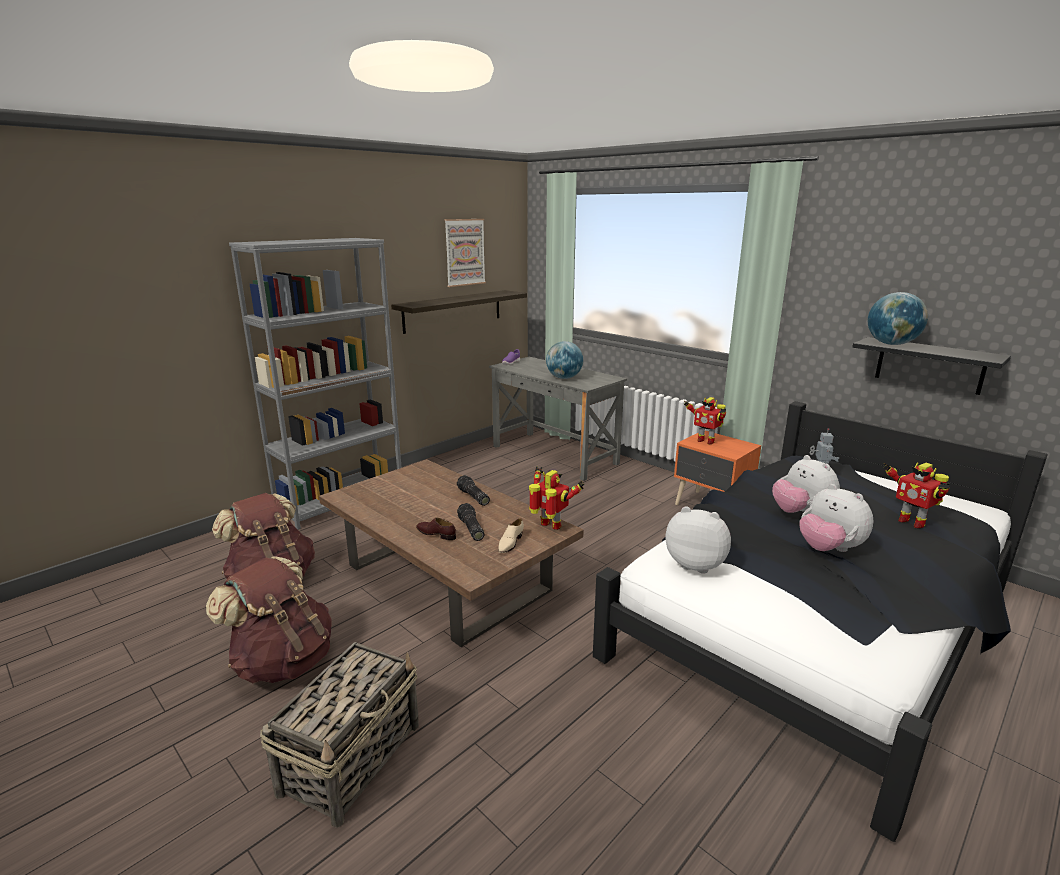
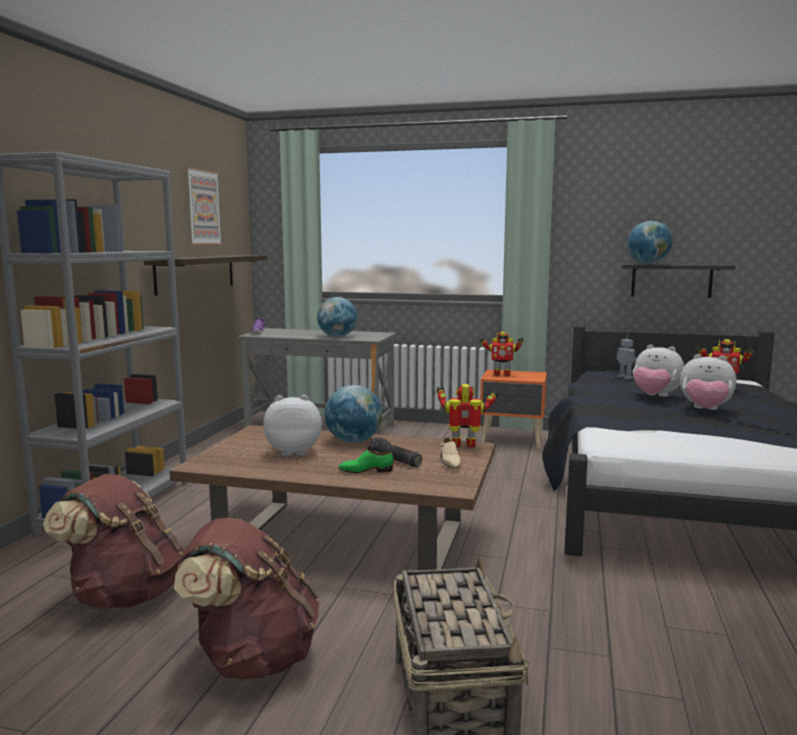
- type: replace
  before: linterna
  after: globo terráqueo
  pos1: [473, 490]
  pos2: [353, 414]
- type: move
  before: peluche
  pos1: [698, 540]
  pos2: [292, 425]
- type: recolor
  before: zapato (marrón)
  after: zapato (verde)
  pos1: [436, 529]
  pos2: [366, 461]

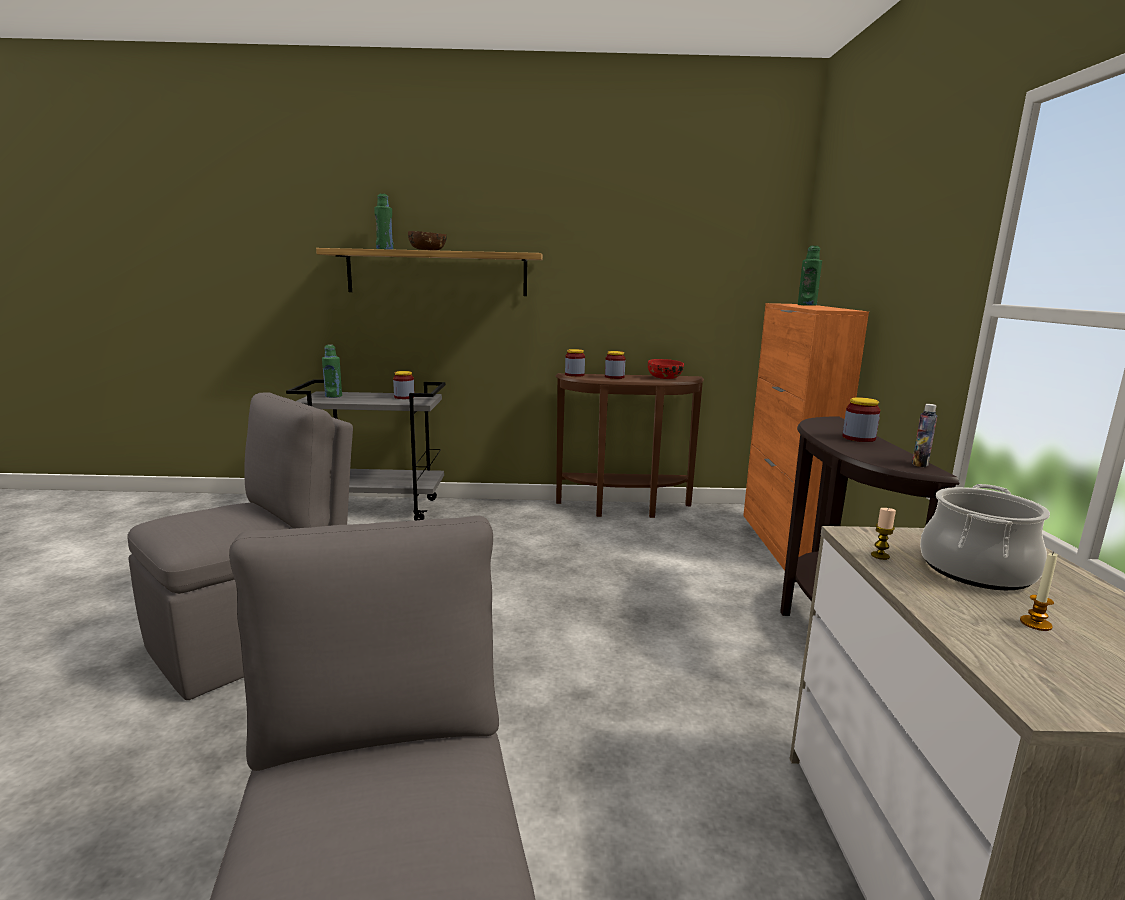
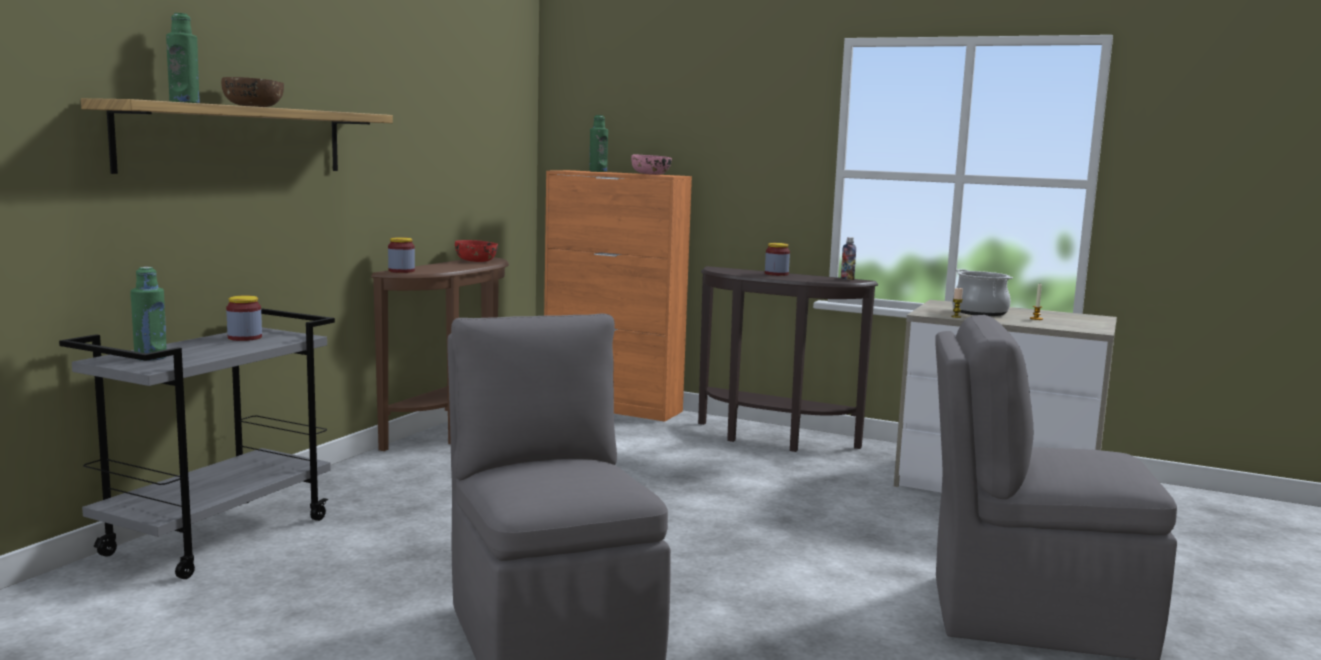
- type: delete
  before: tarro
  pos1: [615, 365]
- type: insert
  after: cuenco (rosa)
  pos2: [651, 165]

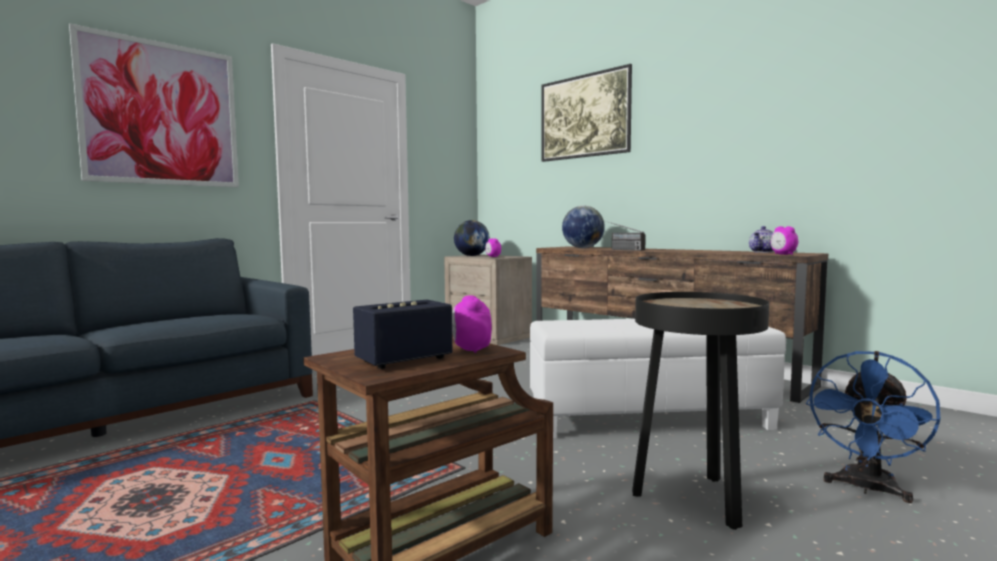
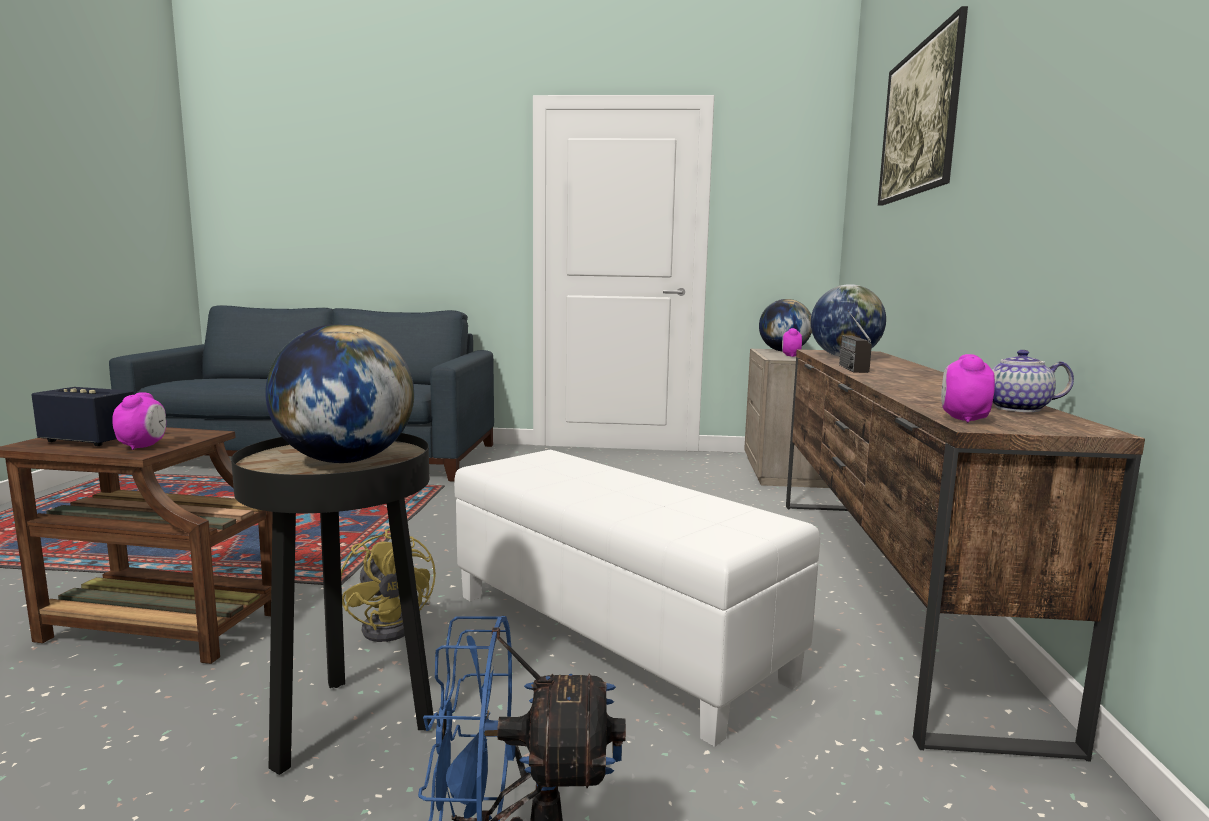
- type: delete
  before: cuadro
  pos1: [154, 105]
- type: rotate
  before: despertador
  pos1: [472, 324]
  pos2: [139, 421]
  turn: 135
- type: insert
  after: globo terráqueo
  pos2: [339, 393]
- type: insert
  after: ventilador (amarillo)
  pos2: [388, 585]

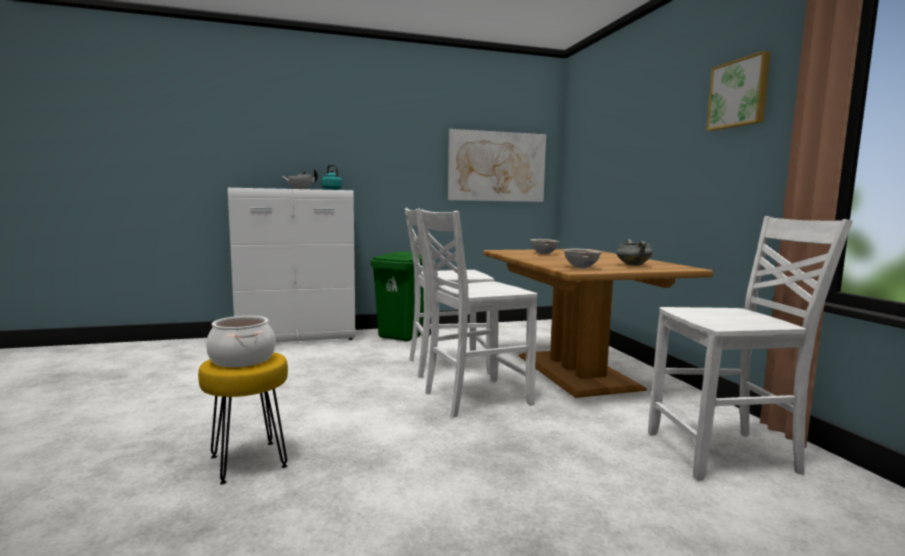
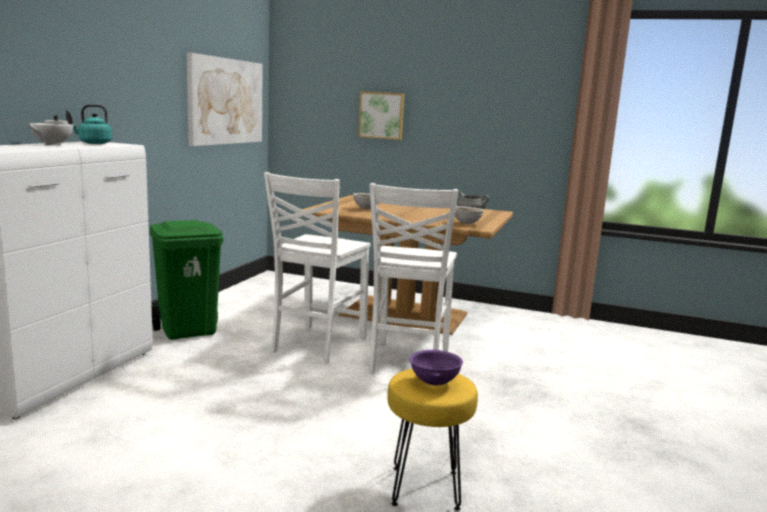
- type: move
  before: cuadro
  pos1: [738, 91]
  pos2: [381, 115]
- type: delete
  before: silla (blanco)
  pos1: [750, 348]
- type: replace
  before: olla
  after: cuenco (morado)
  pos1: [240, 341]
  pos2: [436, 367]

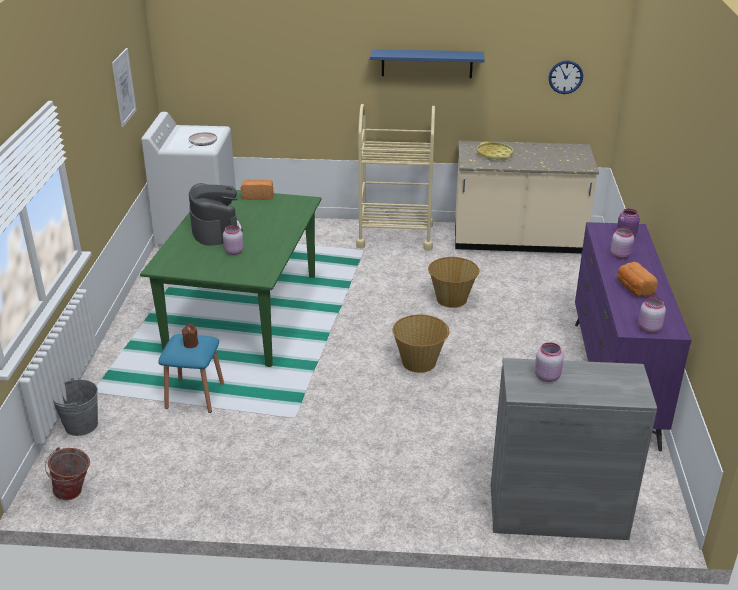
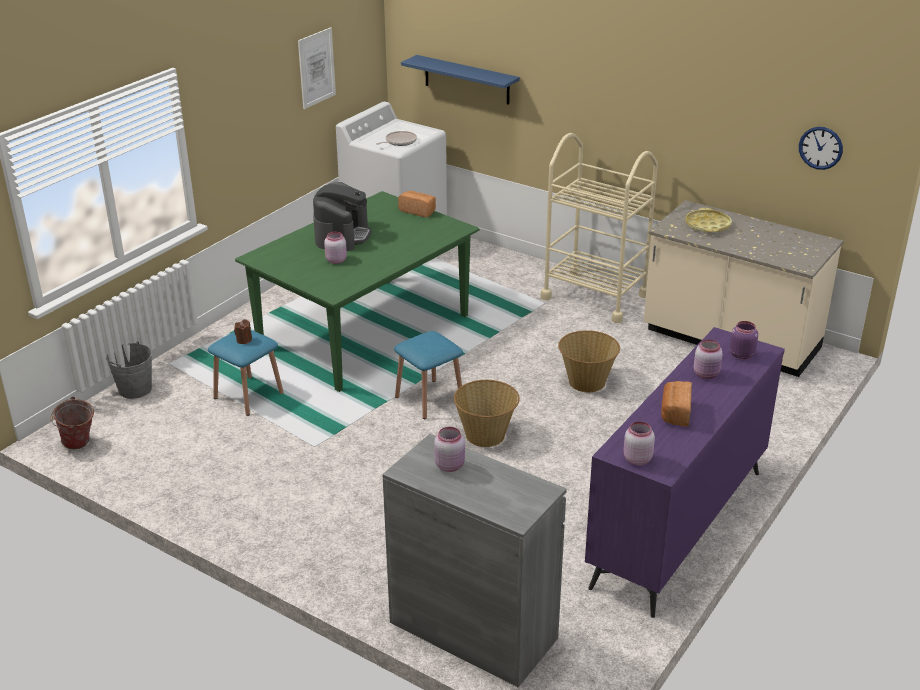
- type: move
  before: estante (azul)
  pos1: [427, 63]
  pos2: [460, 80]
- type: insert
  after: taburete (azul)
  pos2: [428, 375]

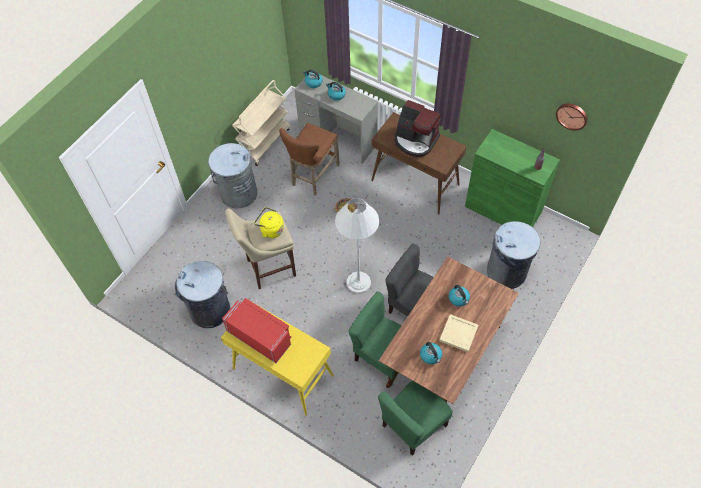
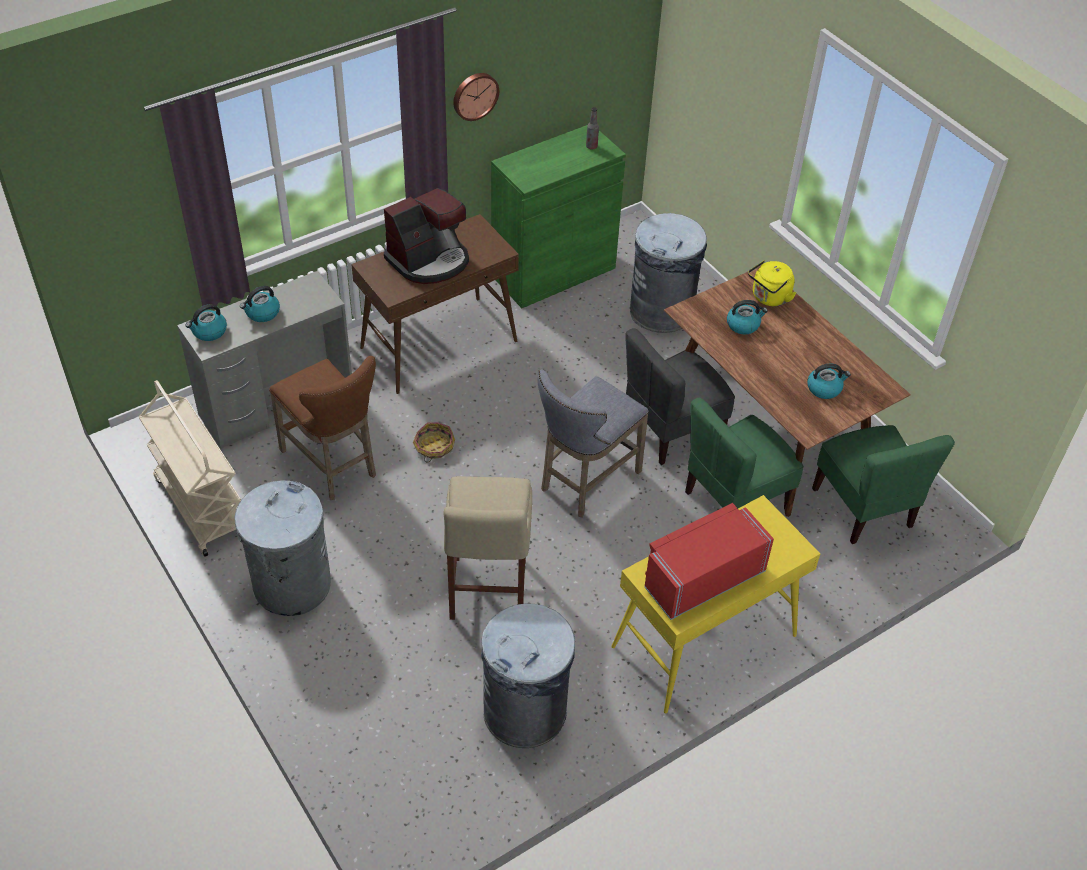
- type: move
  before: reloj de pared
  pos1: [572, 117]
  pos2: [476, 97]
- type: replace
  before: lámpara de pie (blanco)
  after: taburete (gris)
  pos1: [357, 246]
  pos2: [593, 444]
- type: move
  before: hervidor (amarillo)
  pos1: [269, 222]
  pos2: [772, 283]
- type: delete
  before: bandeja (beis)
  pos1: [458, 333]

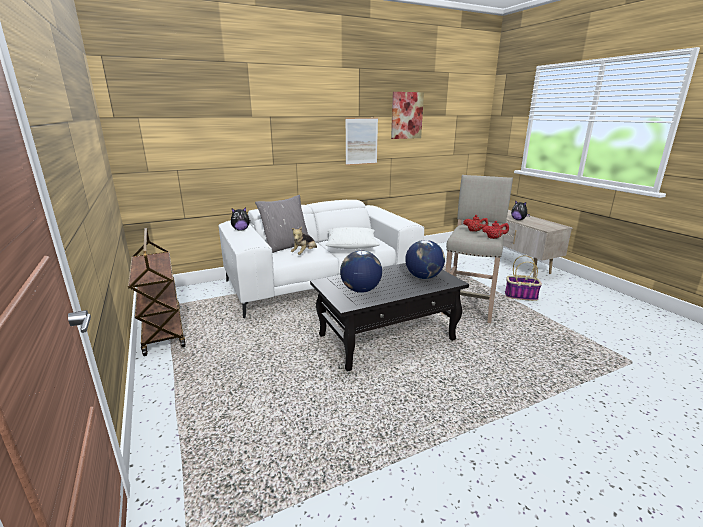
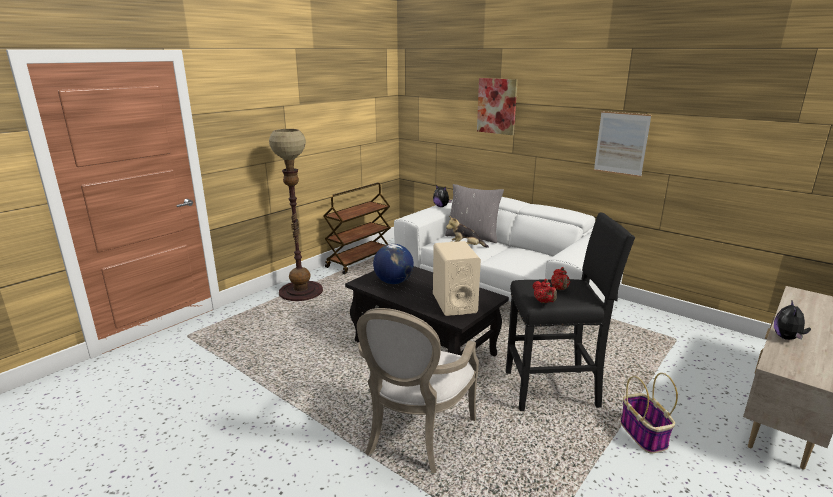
- type: move
  before: cuadro
  pos1: [407, 115]
  pos2: [497, 106]
- type: recolor
  before: taburete (beis)
  after: taburete (negro)
  pos1: [477, 249]
  pos2: [570, 312]
- type: delete
  before: cojín (blanco)
  pos1: [352, 238]
- type: replace
  before: globo terráqueo
  after: altavoz (beis)
  pos1: [425, 259]
  pos2: [457, 278]
- type: insert
  after: lámpara de pie
  pos2: [296, 215]
- type: insert
  after: sillón
  pos2: [418, 390]

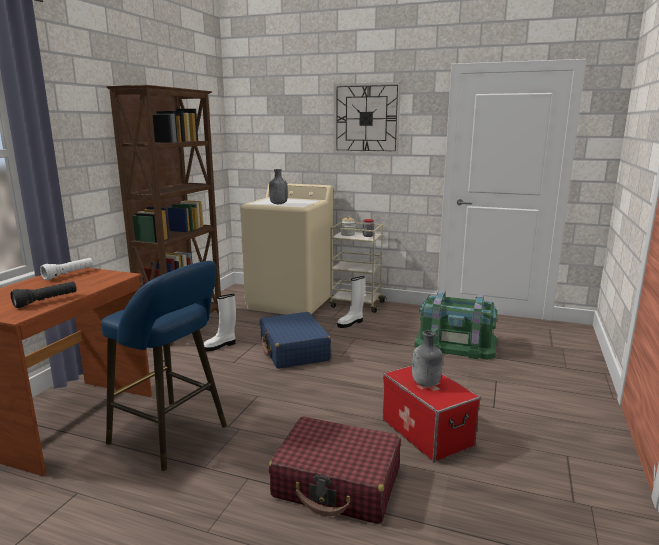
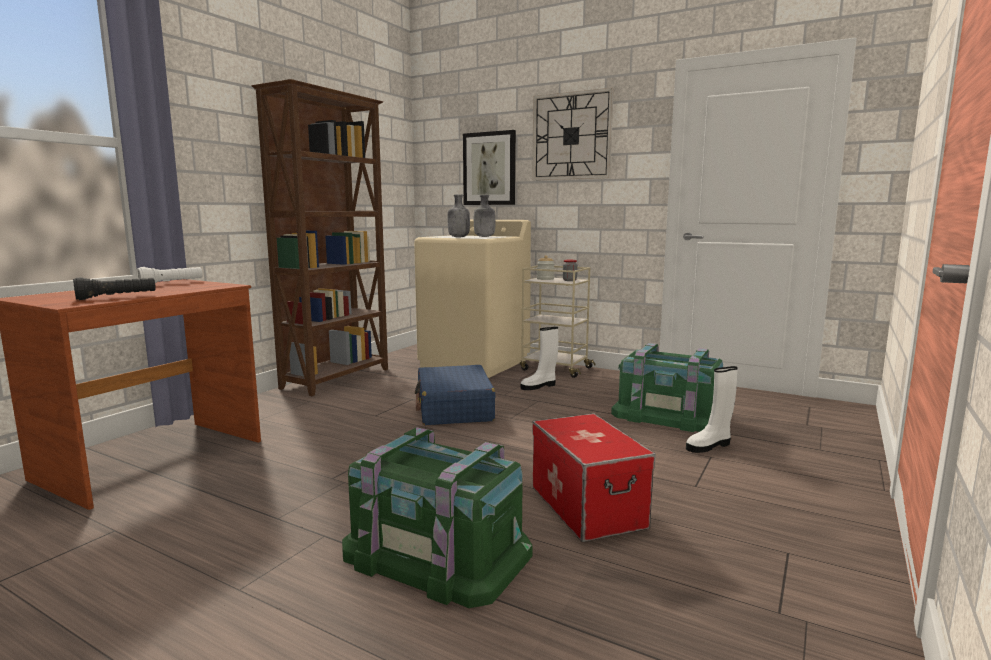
- type: delete
  before: taburete (azul)
  pos1: [164, 366]
- type: move
  before: bota (blanco)
  pos1: [220, 322]
  pos2: [712, 409]
- type: move
  before: botella (gris)
  pos1: [427, 358]
  pos2: [485, 216]
- type: replace
  before: maleta (rojo)
  after: caja de almacenaje (verde)
  pos1: [334, 470]
  pos2: [437, 517]
- type: insert
  after: cuadro
  pos2: [489, 167]

